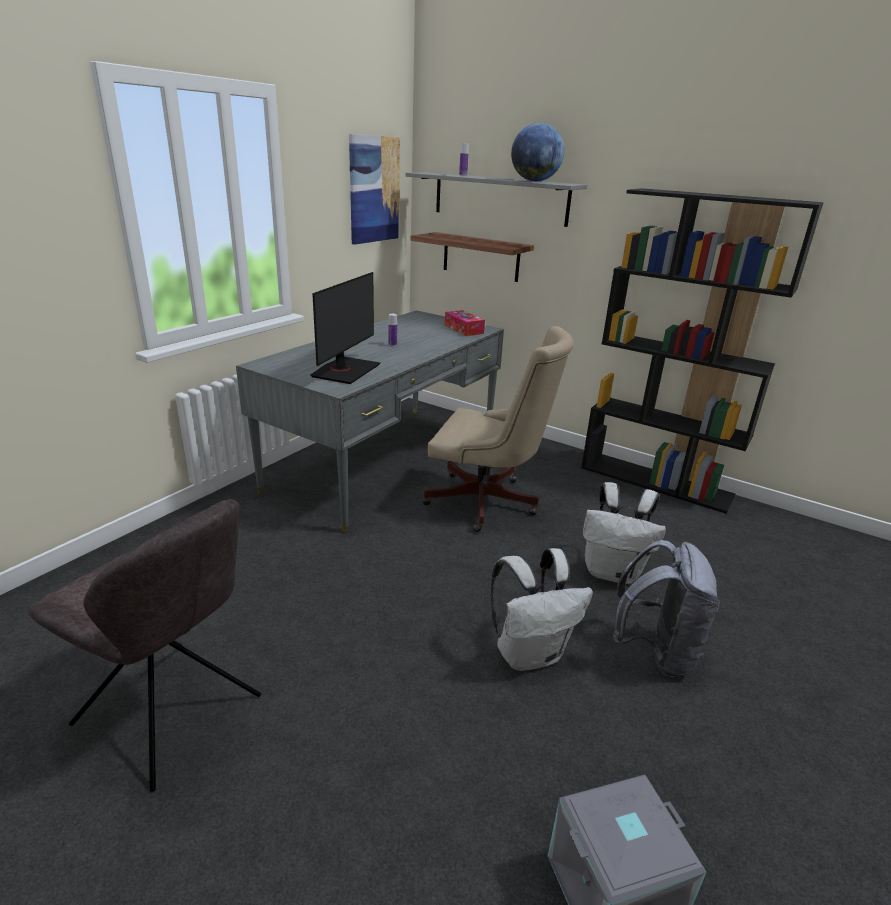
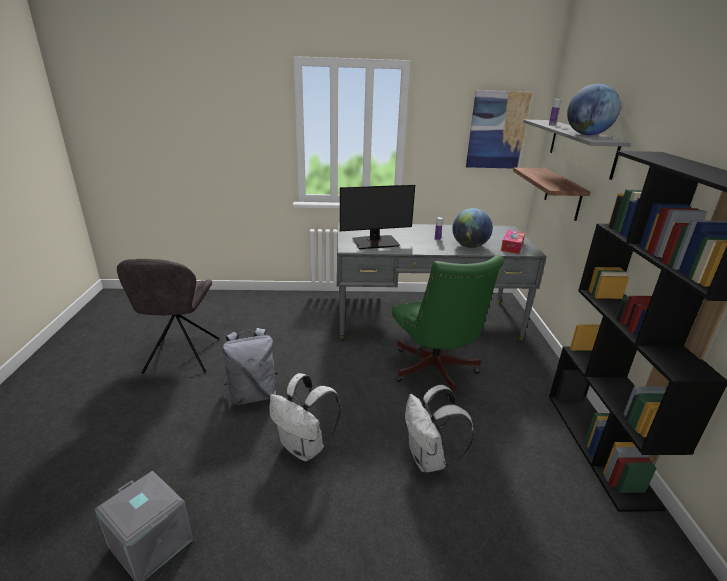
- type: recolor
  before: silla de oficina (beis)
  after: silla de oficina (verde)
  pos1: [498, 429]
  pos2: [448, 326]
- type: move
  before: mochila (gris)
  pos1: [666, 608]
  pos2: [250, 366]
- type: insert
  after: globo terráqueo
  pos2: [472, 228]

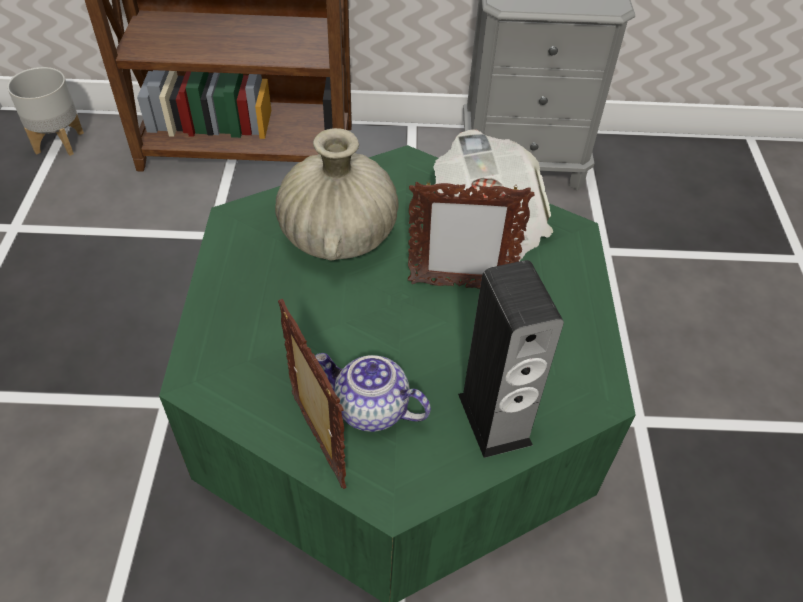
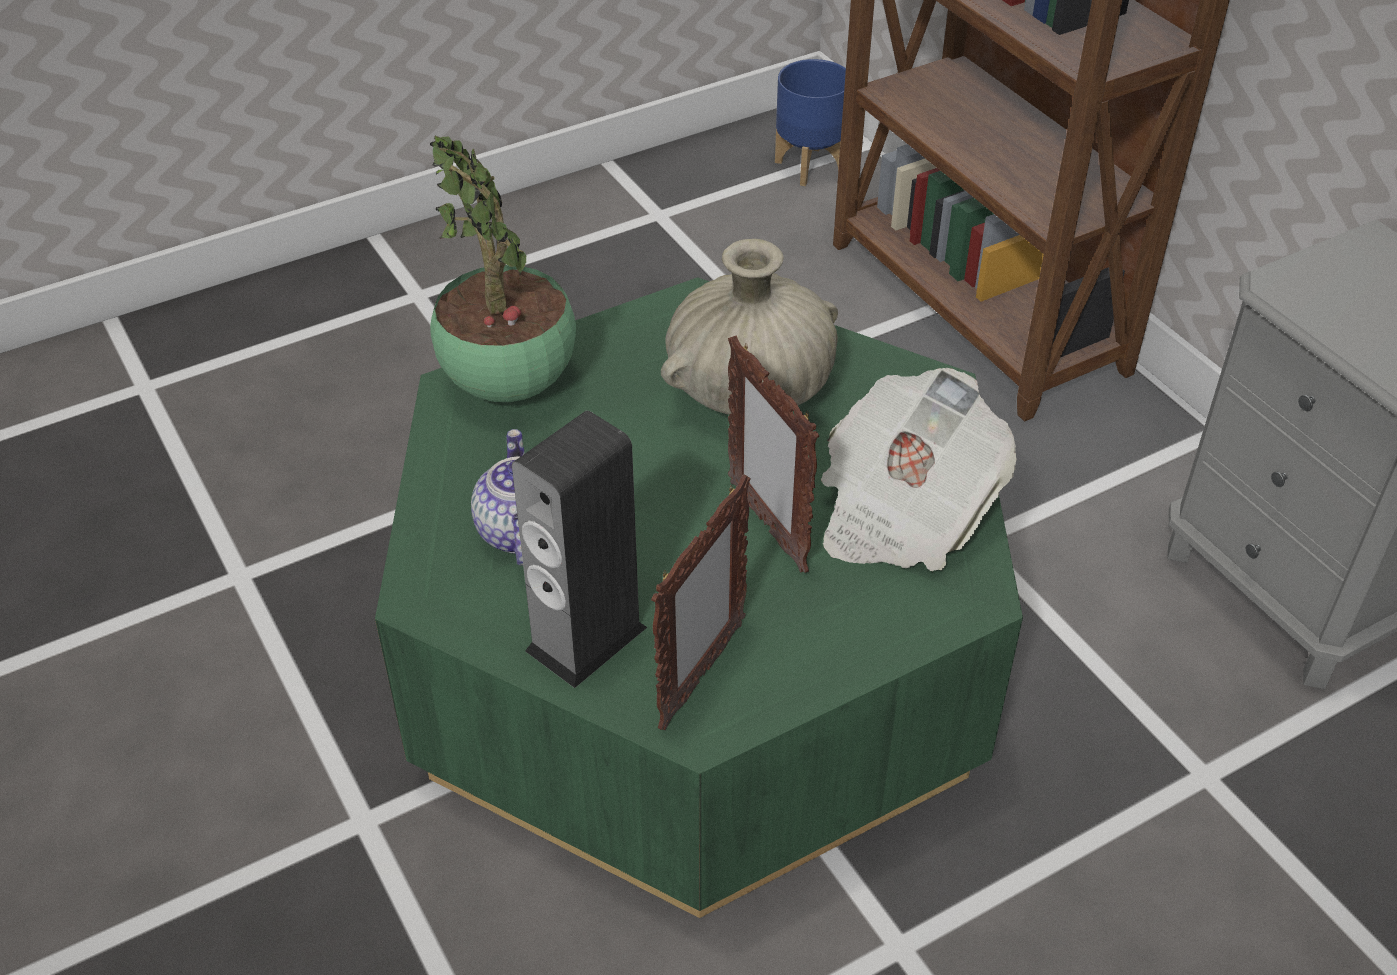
- type: recolor
  before: maceta (gris)
  after: maceta (azul)
  pos1: [45, 111]
  pos2: [810, 122]
- type: move
  before: portarretratos
  pos1: [312, 394]
  pos2: [701, 602]
- type: insert
  after: planta en maceta
  pos2: [503, 268]

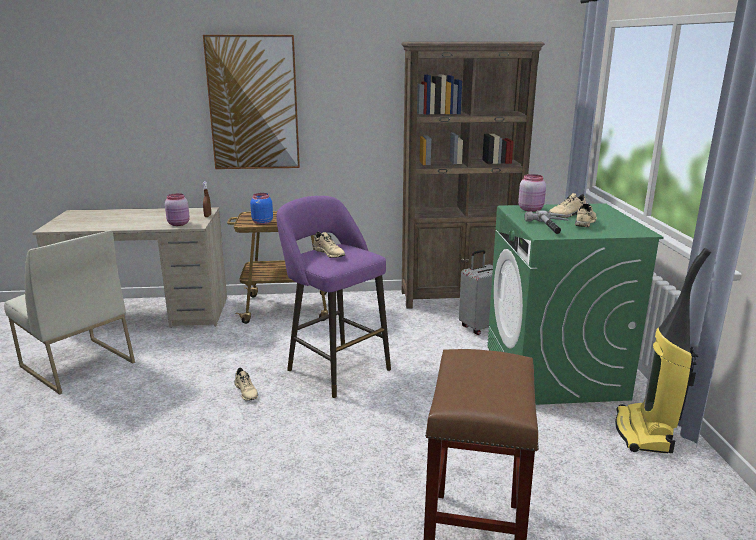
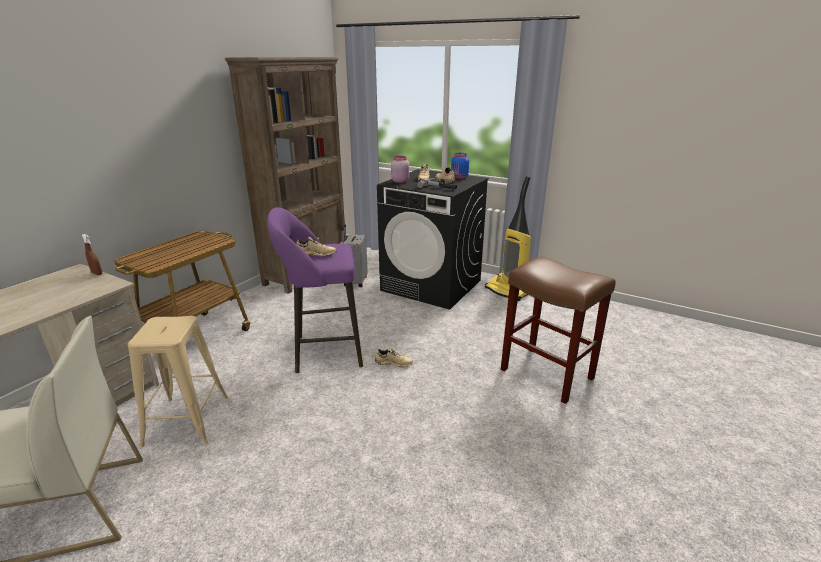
- type: delete
  before: cuadro
  pos1: [251, 102]
- type: delete
  before: tarro (rosa)
  pos1: [177, 209]
- type: move
  before: tarro (azul)
  pos1: [261, 209]
  pos2: [460, 166]
- type: recolor
  before: lavadora (verde)
  after: lavadora (negro)
  pos1: [575, 304]
  pos2: [433, 239]
- type: move
  before: zapato (beis)
  pos1: [246, 384]
  pos2: [394, 357]
- type: insert
  after: taburete (beis)
  pos2: [178, 381]

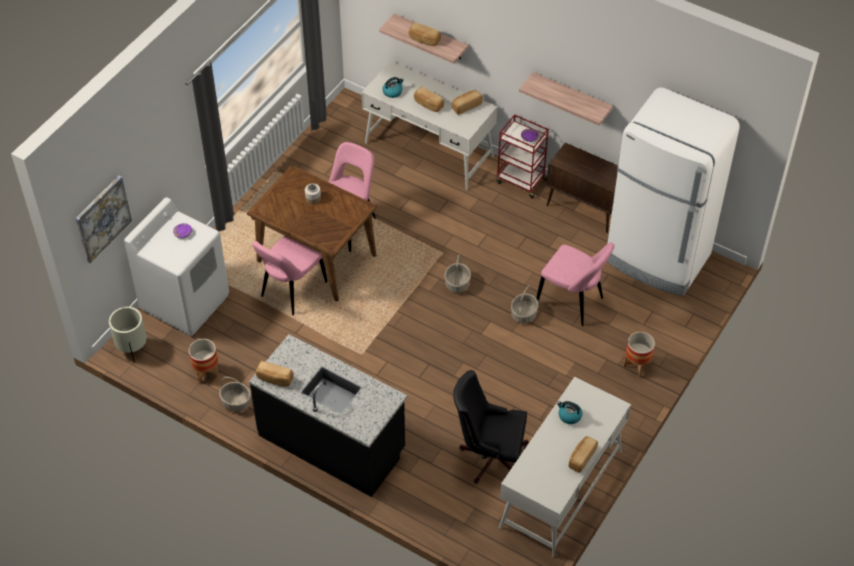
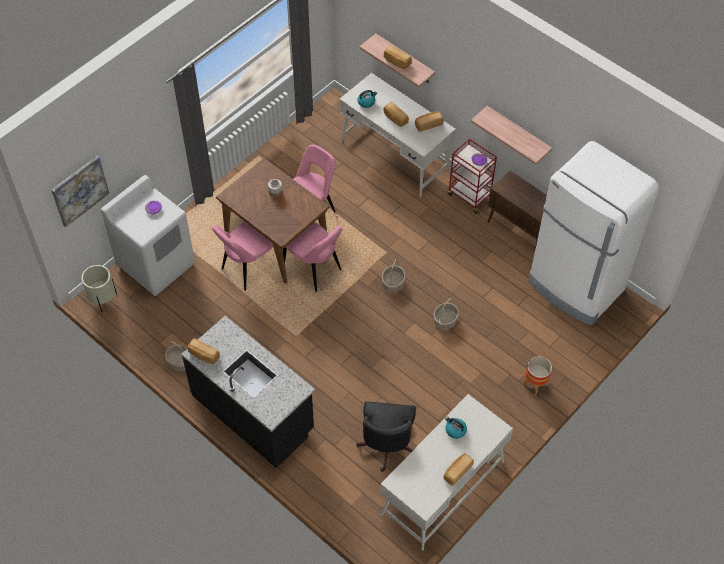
- type: move
  before: silla (rosa)
  pos1: [575, 284]
  pos2: [313, 257]
- type: delete
  before: maceta
  pos1: [204, 361]
- type: rotate
  before: silla de oficina (negro)
  pos1: [490, 427]
  pos2: [386, 436]
  turn: -105

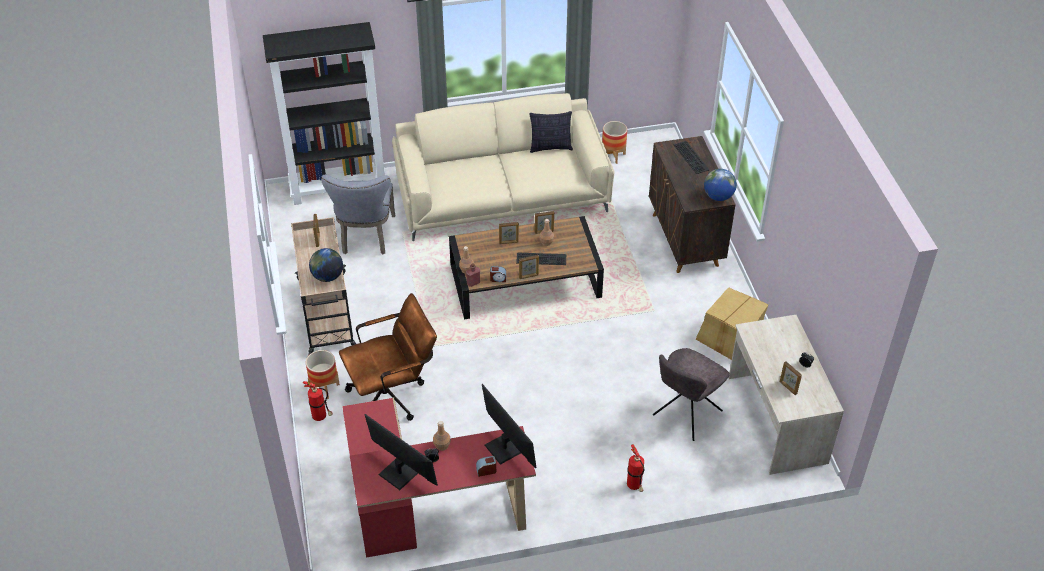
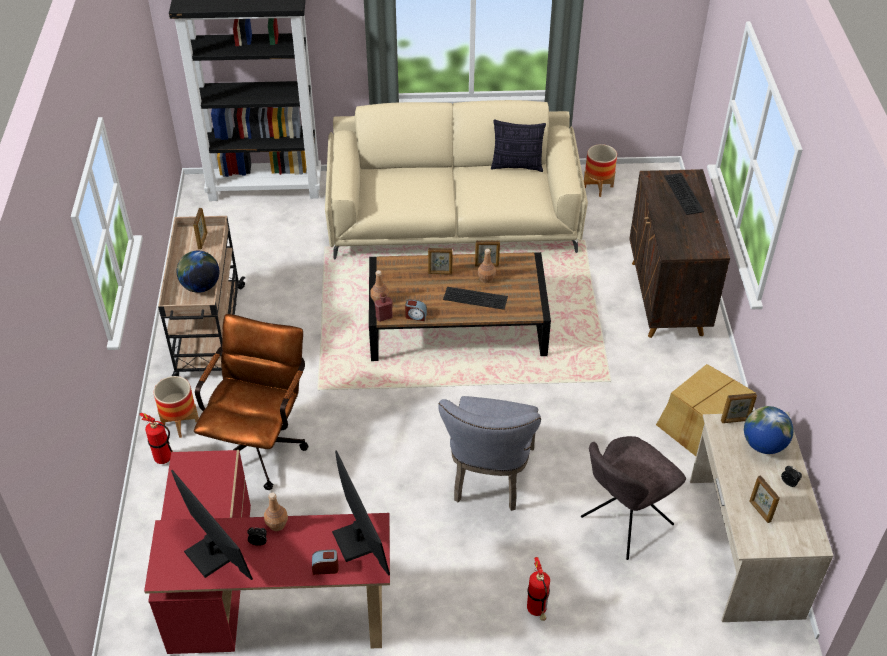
- type: move
  before: globo terráqueo
  pos1: [720, 185]
  pos2: [768, 430]
- type: move
  before: silla (gris)
  pos1: [358, 215]
  pos2: [489, 453]
- type: move
  before: portarretratos
  pos1: [529, 267]
  pos2: [739, 408]
- type: rotate
  before: silla de oficina (marrón)
  pos1: [388, 357]
  pos2: [251, 402]
  turn: -60

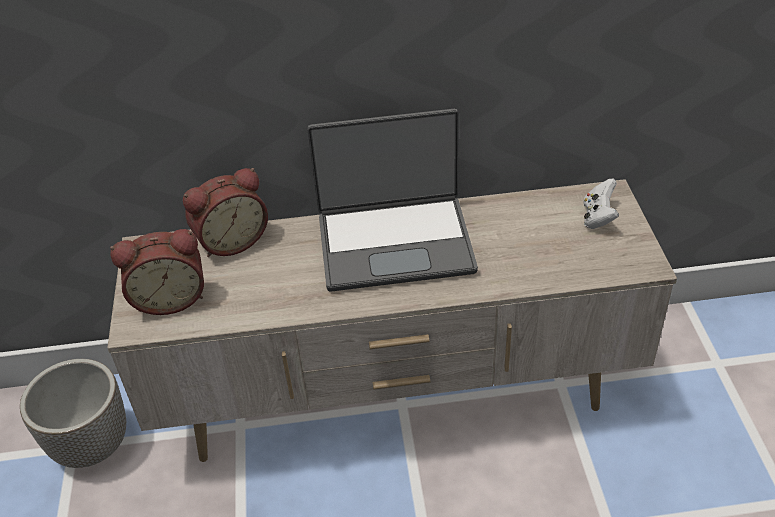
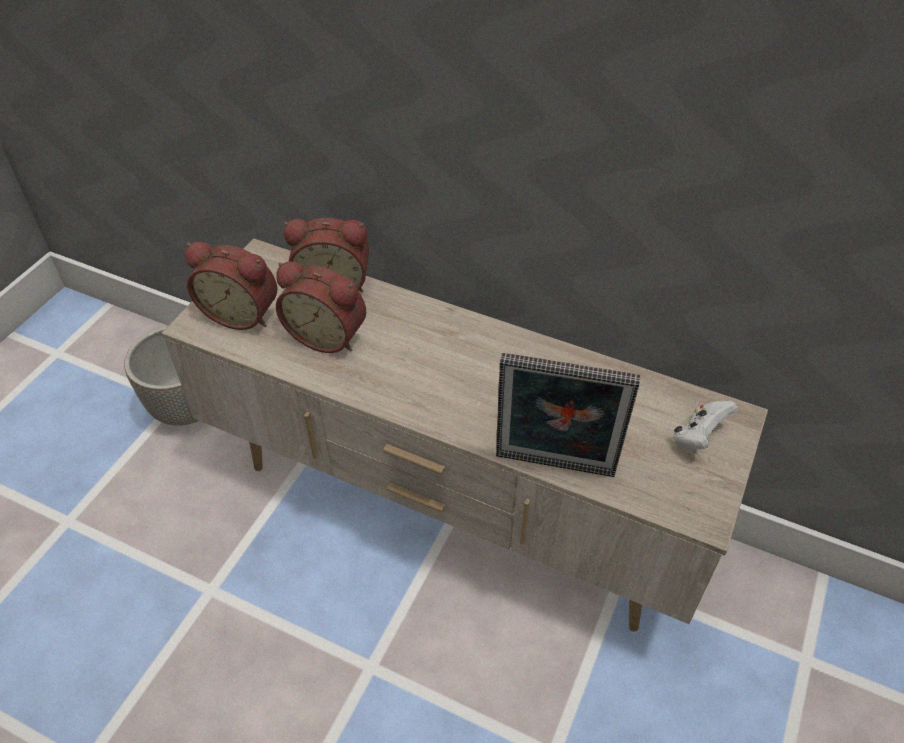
- type: delete
  before: portátil
  pos1: [392, 200]
- type: insert
  after: despertador
  pos2: [321, 307]
- type: insert
  after: portarretratos
  pos2: [568, 415]

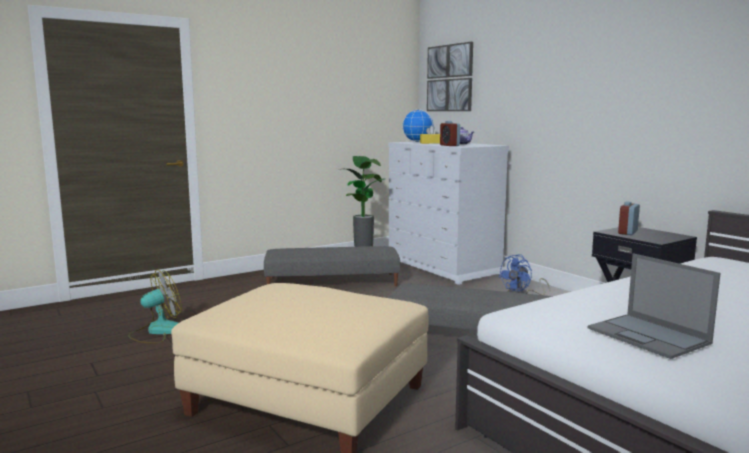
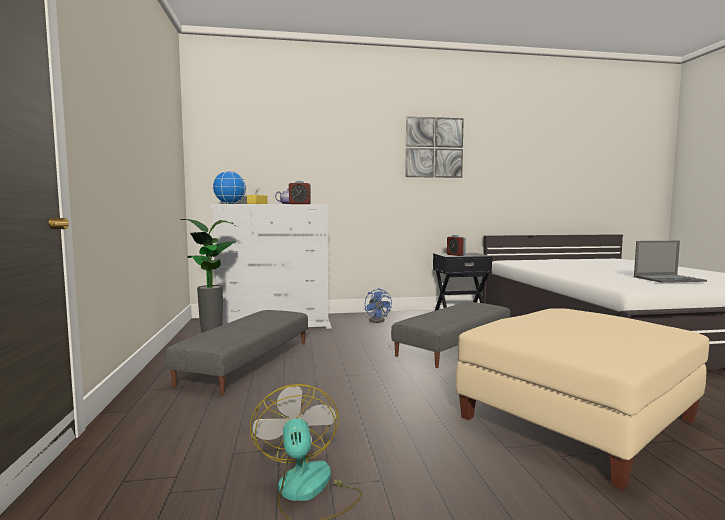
- type: move
  before: cuadro
  pos1: [450, 76]
  pos2: [434, 147]

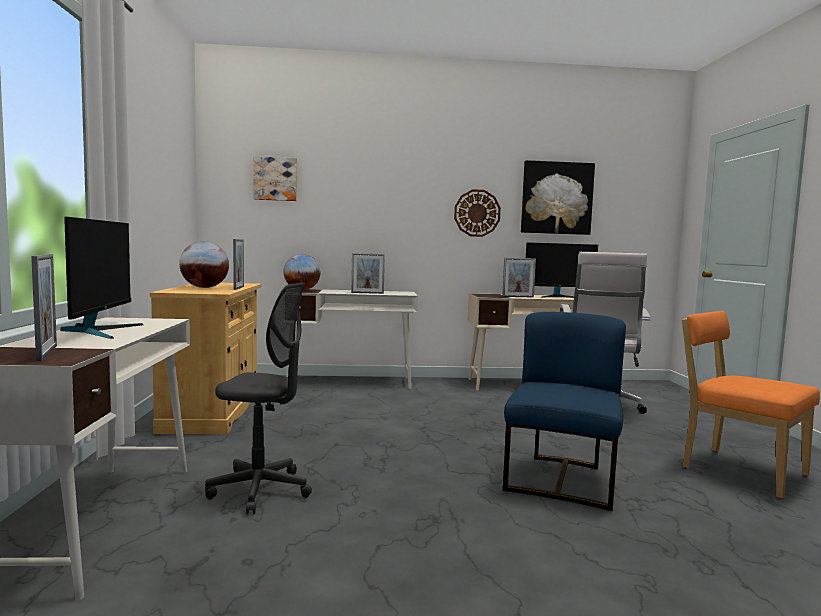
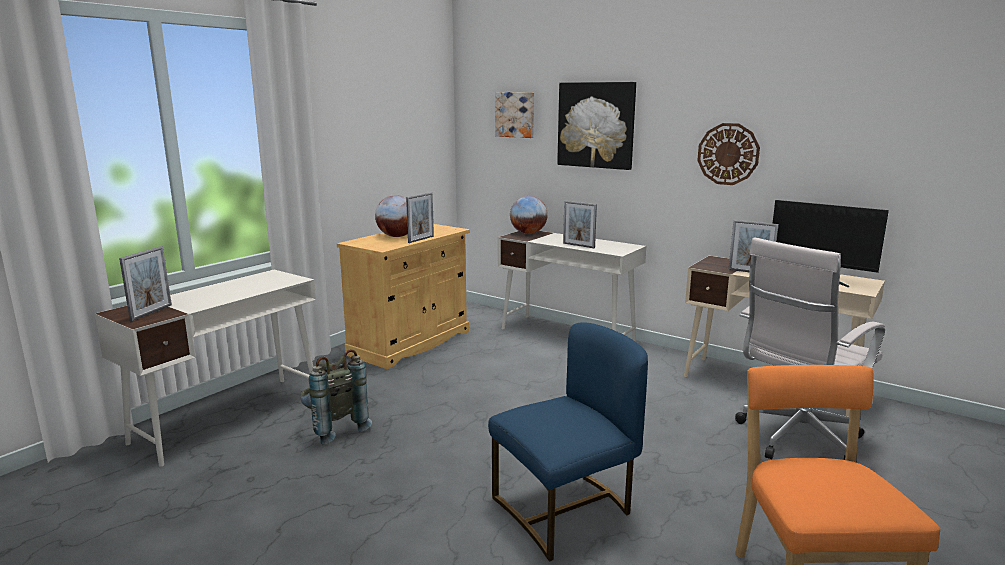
- type: move
  before: cuadro
  pos1: [558, 197]
  pos2: [596, 126]
- type: delete
  before: monitor
  pos1: [102, 278]
- type: replace
  before: silla de oficina (gris)
  after: mochila (gris)
  pos1: [258, 398]
  pos2: [336, 397]

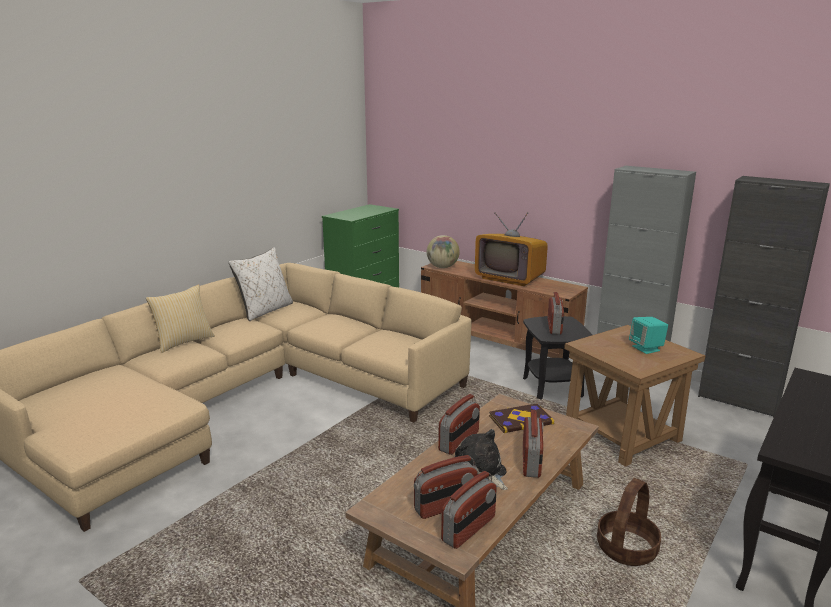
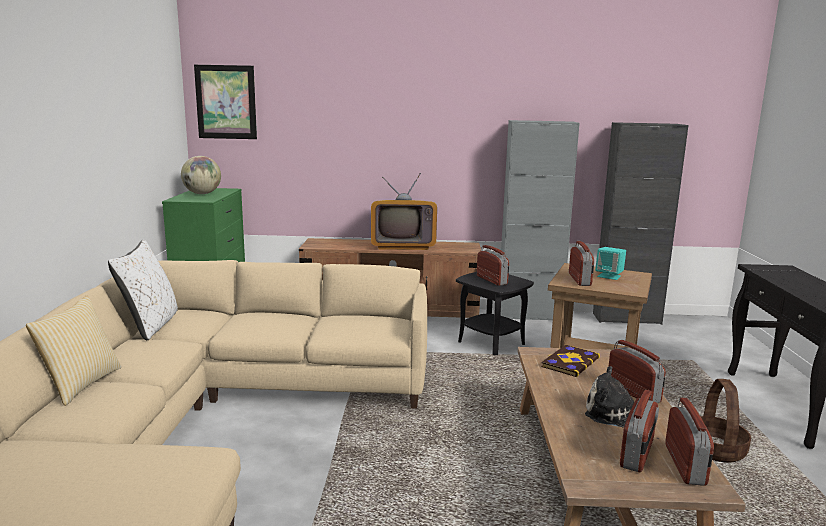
- type: move
  before: globo terráqueo
  pos1: [443, 251]
  pos2: [201, 175]
- type: move
  before: radio
  pos1: [459, 424]
  pos2: [581, 263]
- type: insert
  after: cuadro
  pos2: [225, 102]

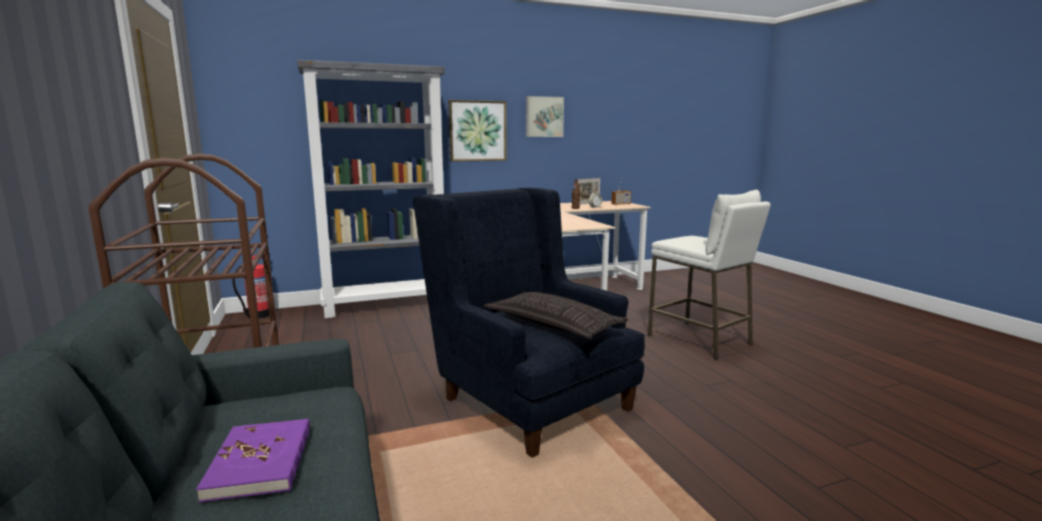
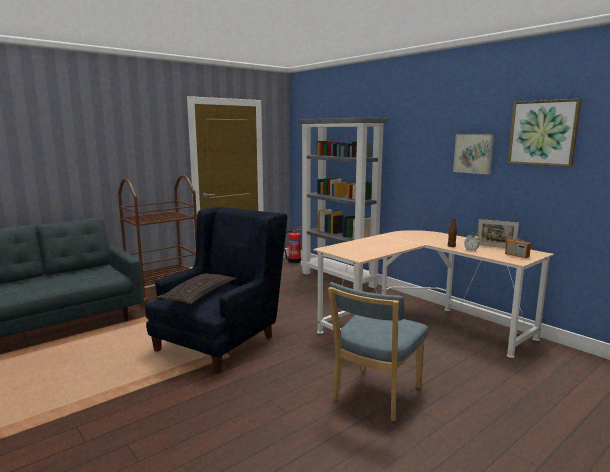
- type: move
  before: cuadro
  pos1: [477, 131]
  pos2: [544, 133]
- type: replace
  before: taburete (blanco)
  after: silla (azul)
  pos1: [709, 275]
  pos2: [378, 351]
- type: delete
  before: libro (morado)
  pos1: [253, 460]

